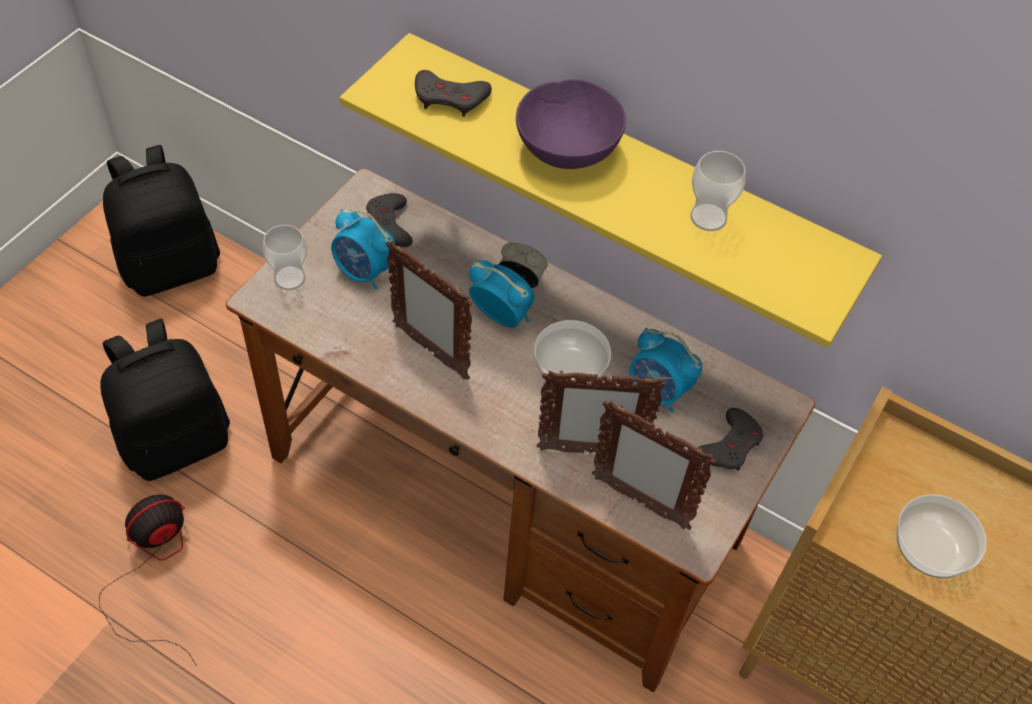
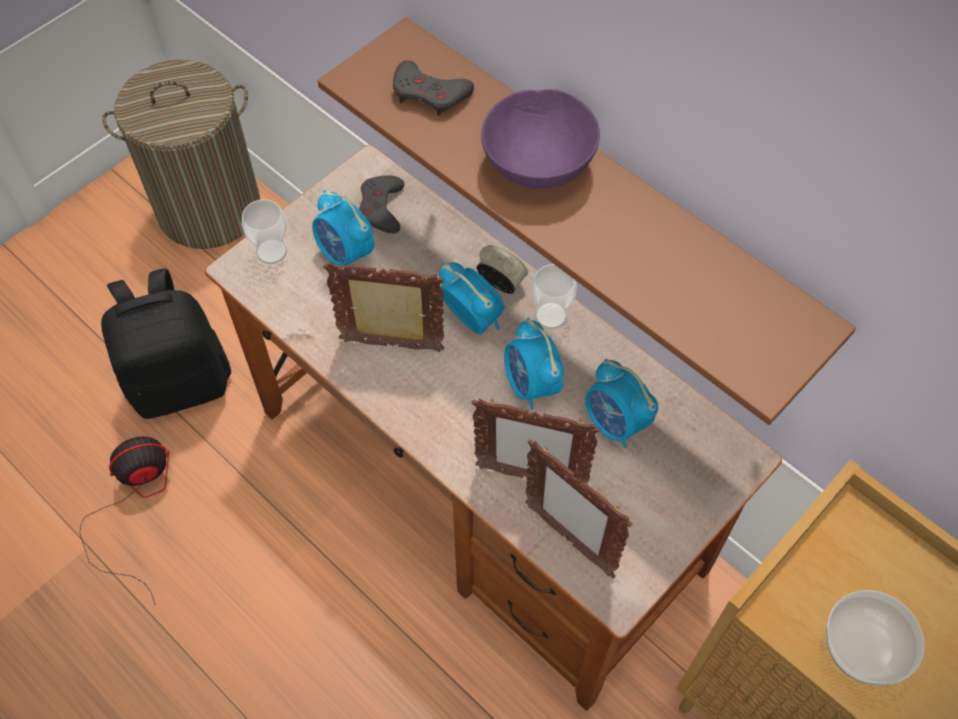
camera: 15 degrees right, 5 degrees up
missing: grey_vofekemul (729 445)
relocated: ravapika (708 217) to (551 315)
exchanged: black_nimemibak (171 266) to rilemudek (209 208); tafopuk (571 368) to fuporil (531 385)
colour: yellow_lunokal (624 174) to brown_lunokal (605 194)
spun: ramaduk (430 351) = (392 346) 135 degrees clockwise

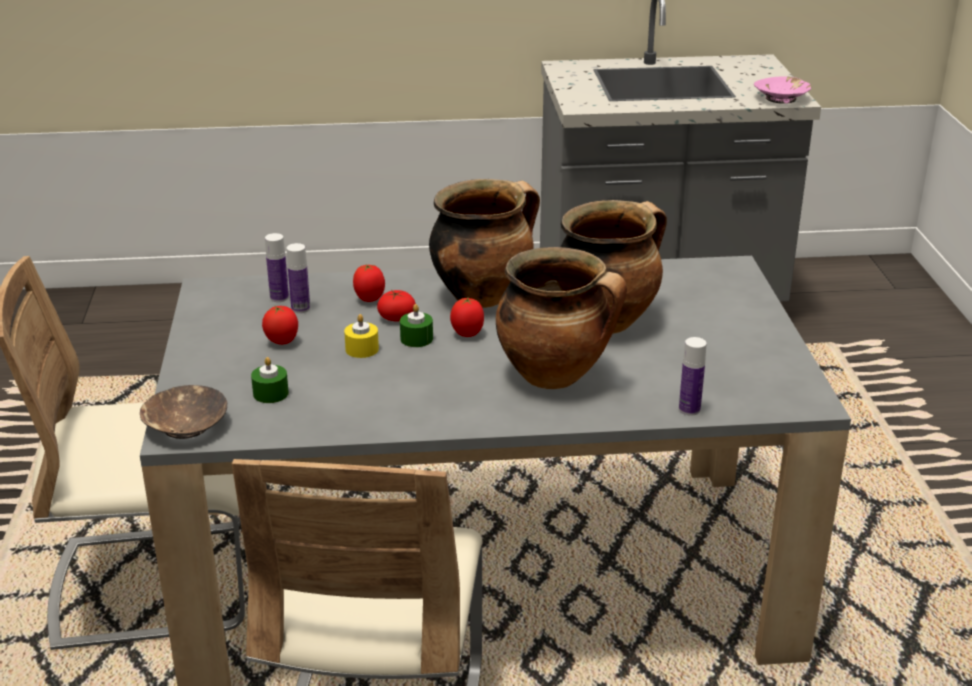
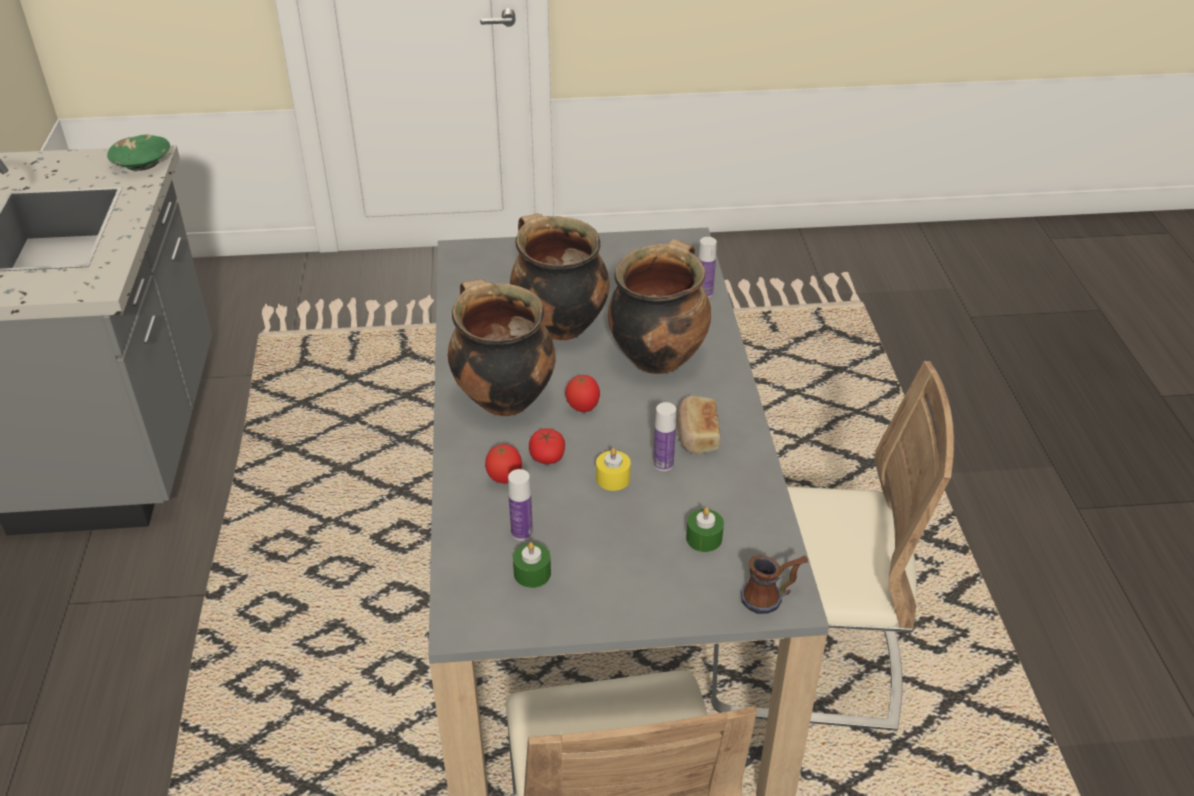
camera: 90 degrees left, 10 degrees up
missing: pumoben (282 342)
appeared: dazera (696 435)
relocated: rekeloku (279 298) to (663 464); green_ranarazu (416 339) to (532 573)
exchanged: brown_tafopuk (185 425) to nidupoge (771 597)
colour: pink_tafopuk (781 98) to green_tafopuk (142 162)

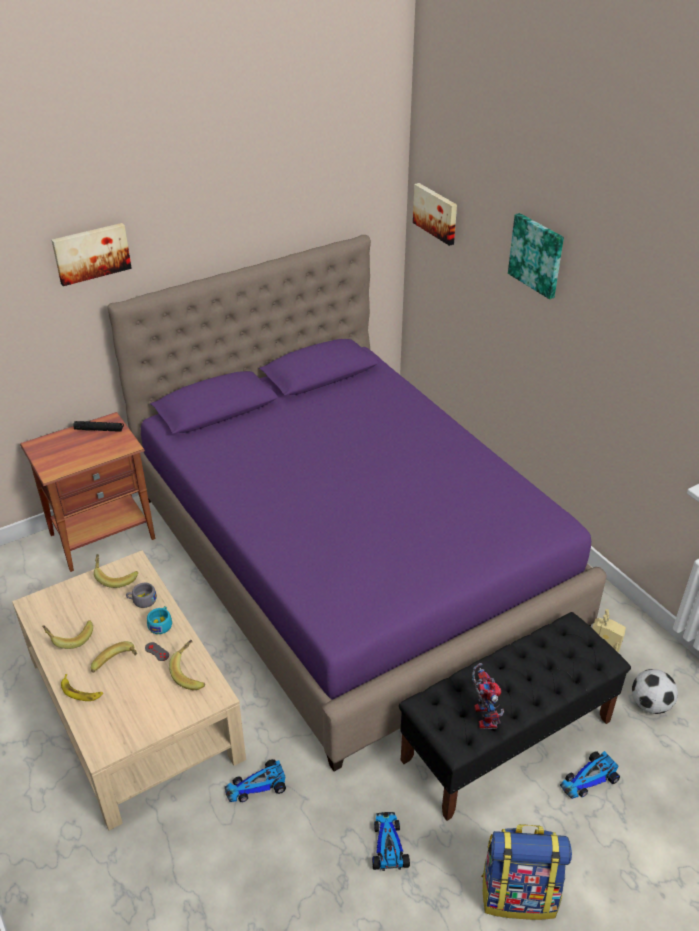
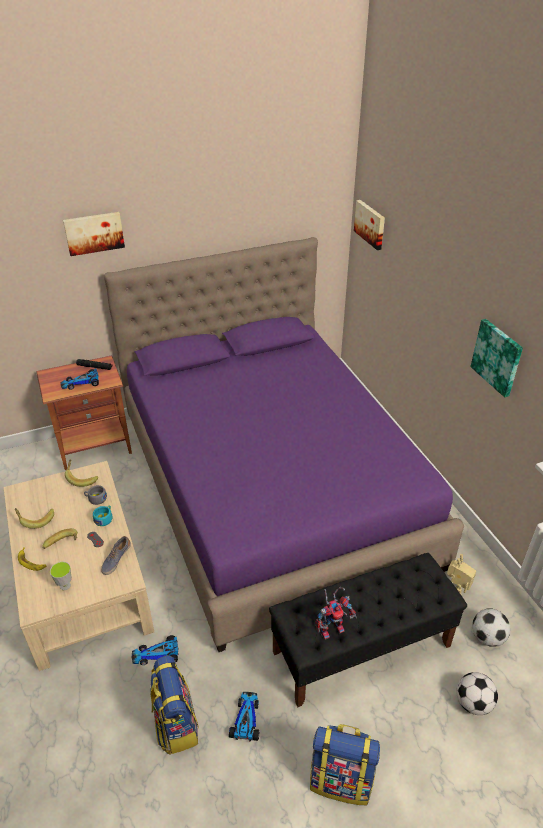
camera: 10 degrees right, 0 degrees up
appeared: ravapika (65 586); nimemibak (175 724); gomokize (473 703)
relocated: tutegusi (537 255) to (497 357); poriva (589 779) to (82 383)
exchanged: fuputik (191 672) to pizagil (116 559)
spun: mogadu (482 714) = (332 627) 60 degrees clockwise

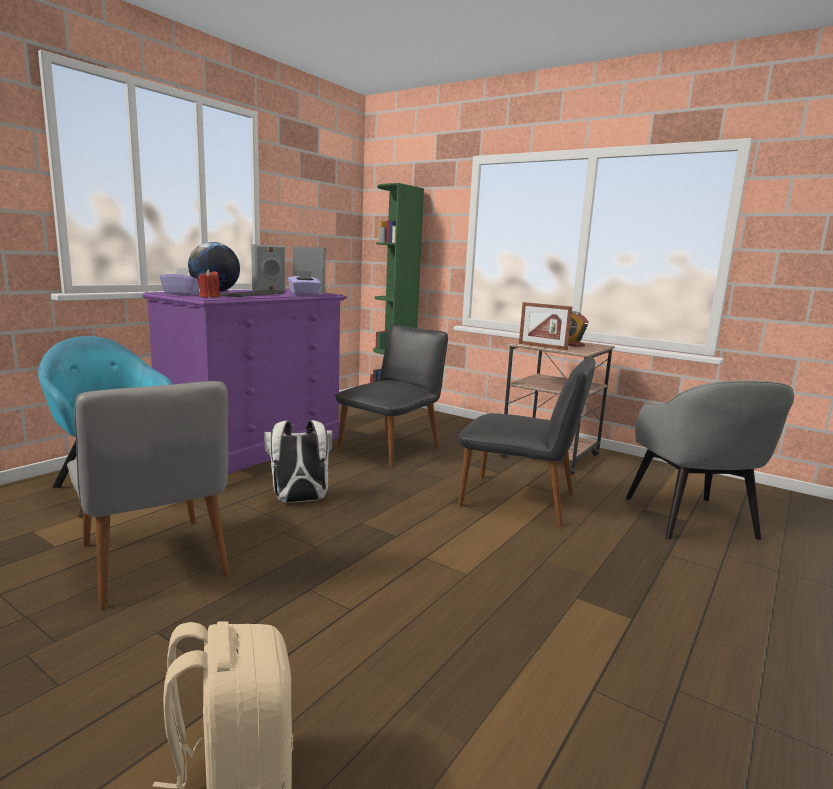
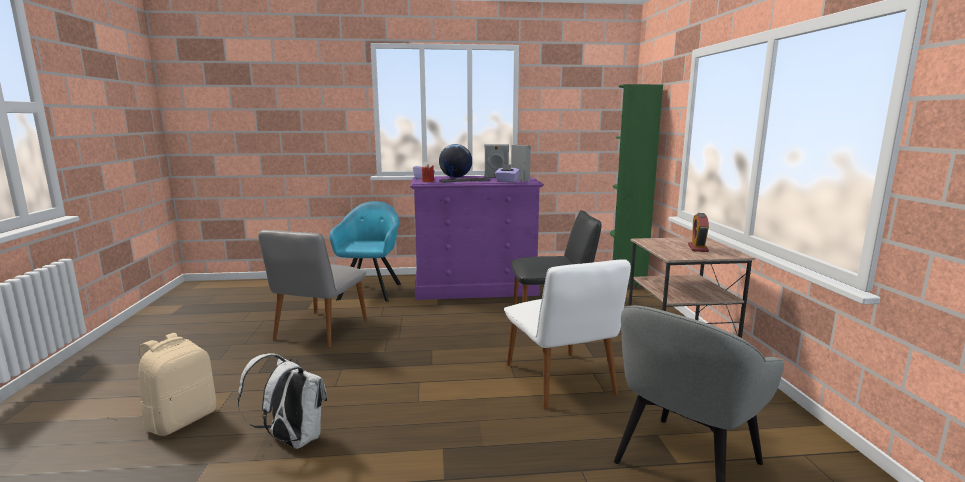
camera: 50 degrees right, 0 degrees up
missing: ramaduk (542 346)
relocated: white_nimemibak (299 501) to (292 440)
colour: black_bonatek (517 499) to white_bonatek (559 379)

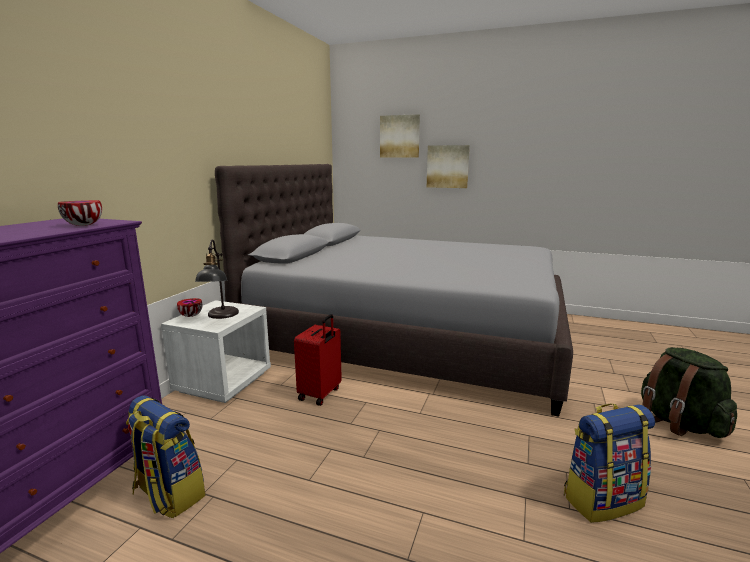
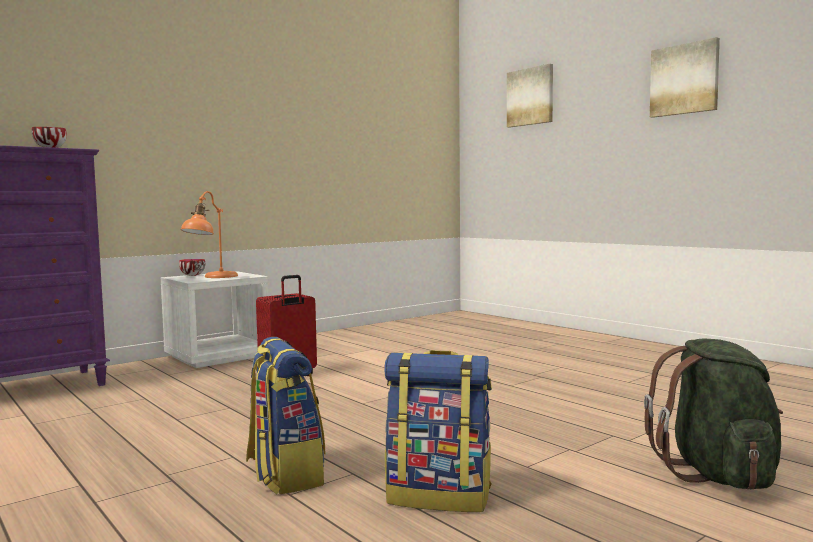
camera: 30 degrees right, 10 degrees down
missing: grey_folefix (407 337)
relocated: nimemibak (168 494) to (284 474); tutegusi (447 166) to (684 79)
colour: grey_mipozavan (220 318) to orange_mipozavan (212 277)

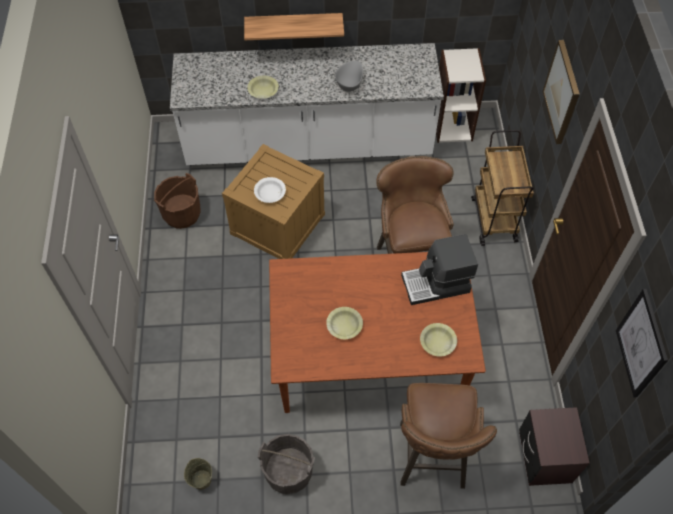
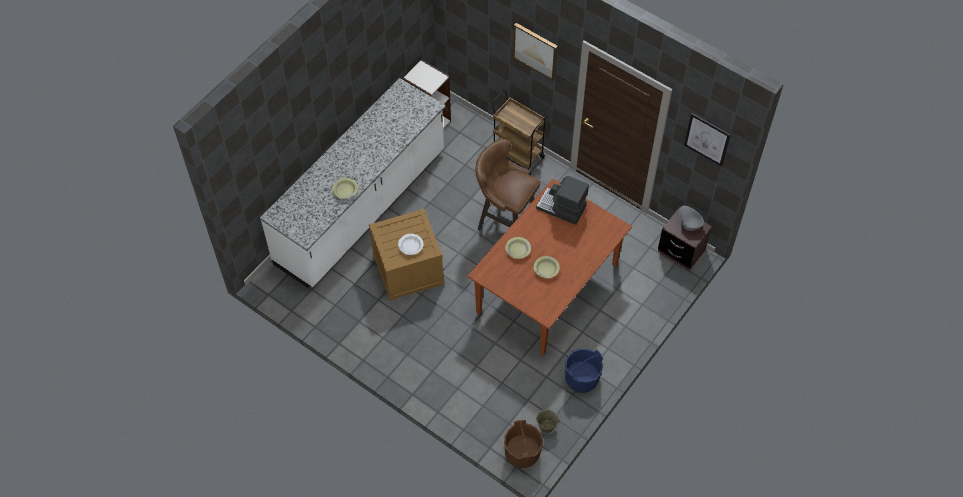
camera: 50 degrees left, 0 degrees up
missing: lunokal (294 25); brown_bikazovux (432 459)
relocated: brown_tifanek (182 214) to (522 453); grey_tafopuk (349 84) to (688 223); yellow_tafopuk (437 342) to (518 250)
colour: grey_tifanek (289 472) to blue_tifanek (581 378)
spun: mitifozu (436 284) = (561 208) 90 degrees clockwise

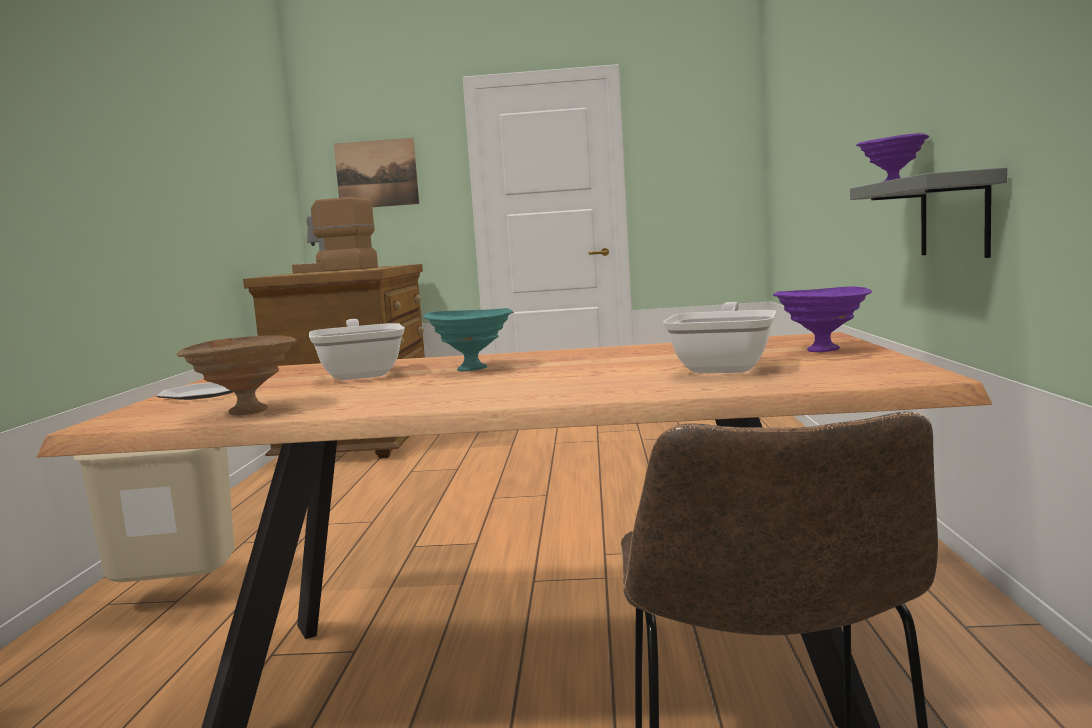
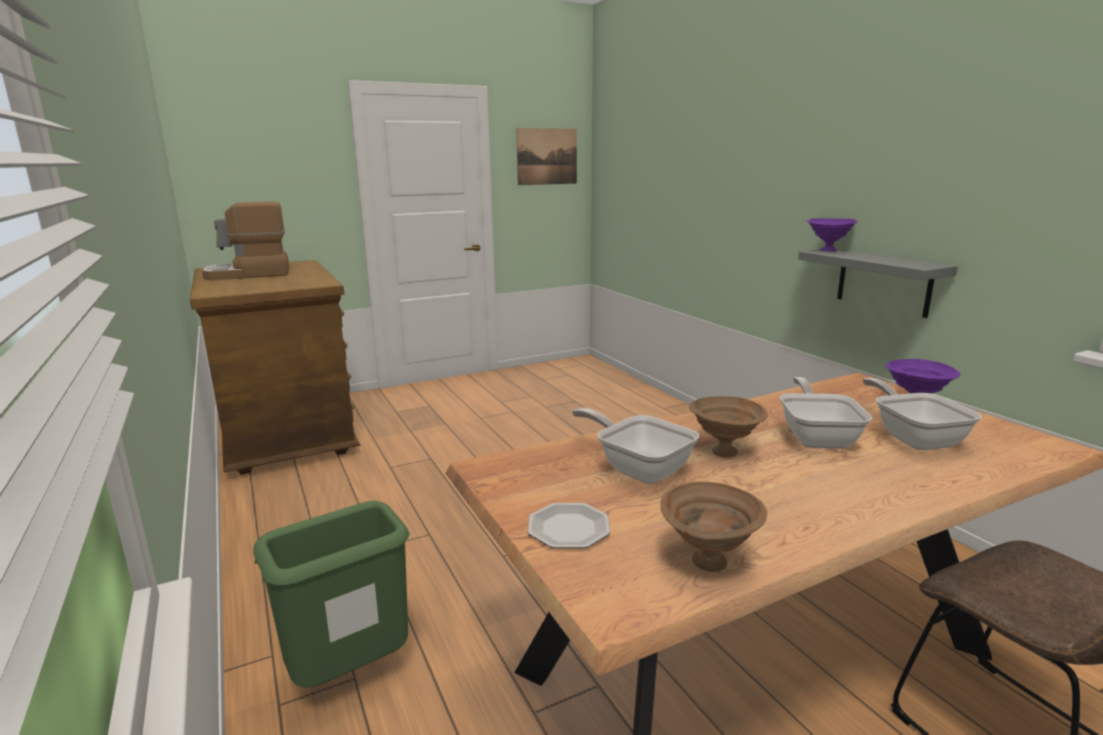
camera: 30 degrees left, 10 degrees up
appeared: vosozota (817 437)
relocated: tutegusi (376 174) to (547 156)
colour: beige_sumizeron (177 598) to green_sumizeron (351 675); turquoise_tafopuk (472 369) to brown_tafopuk (723 451)

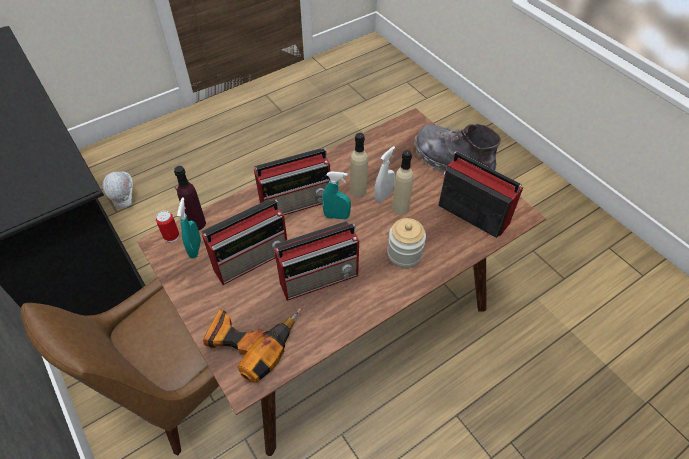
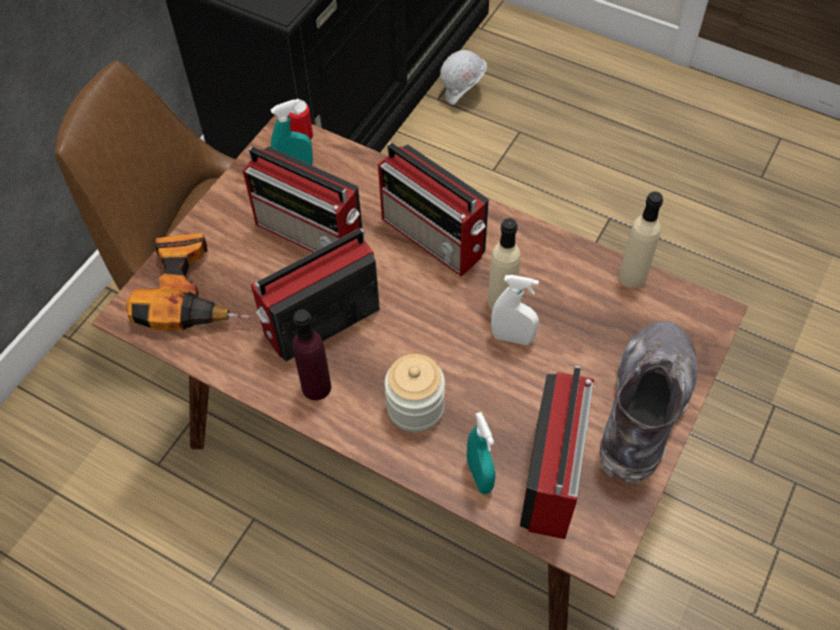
camera: 65 degrees right, 5 degrees up
relocated: purple_rekeloku (197 223) to (316 387); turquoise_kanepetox (336 216) to (479 476); beige_rekeloku (400 208) to (632 276)
spun: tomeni (320 277) = (320 322) 105 degrees clockwise

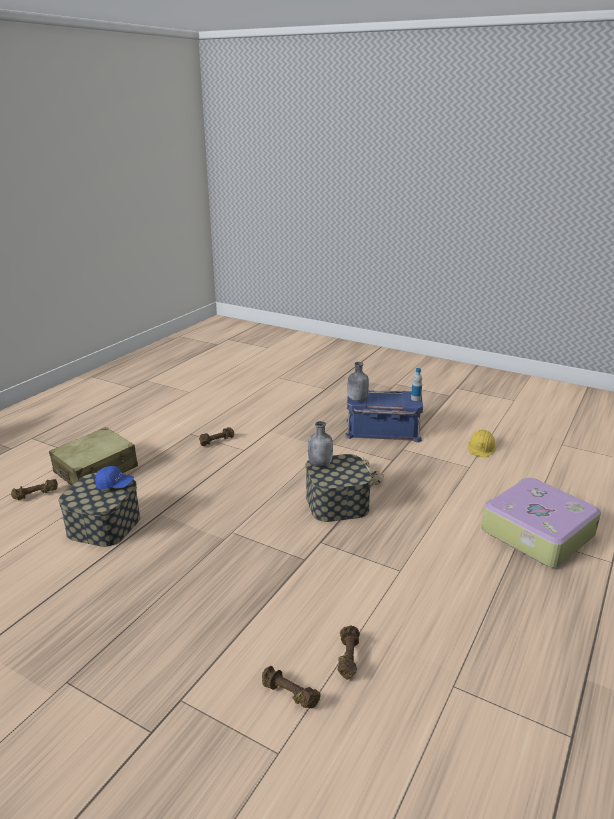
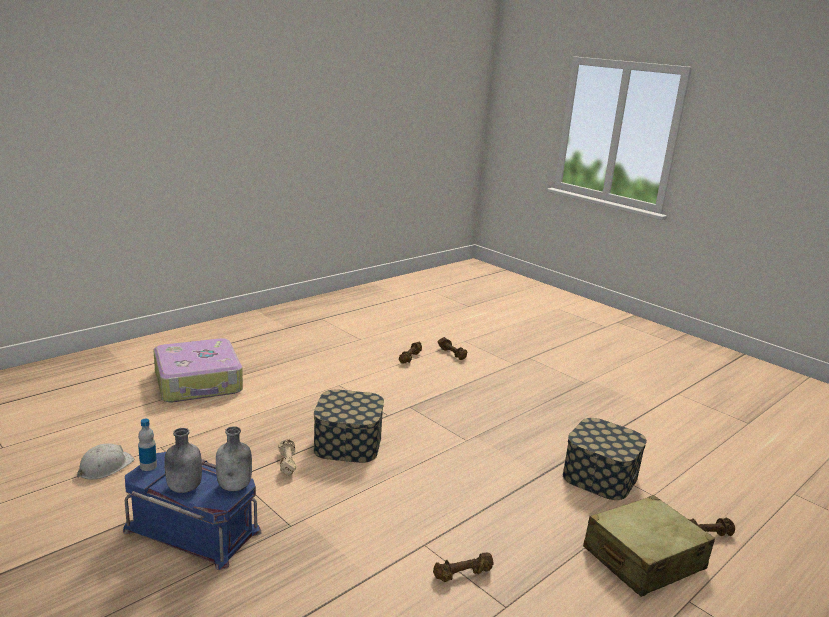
camera: 165 degrees left, 5 degrees down
missing: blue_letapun (115 485)
relocated: grey_rekeloku (320 464) to (183 488)
colour: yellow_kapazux (481 448) to white_kapazux (105 467)

